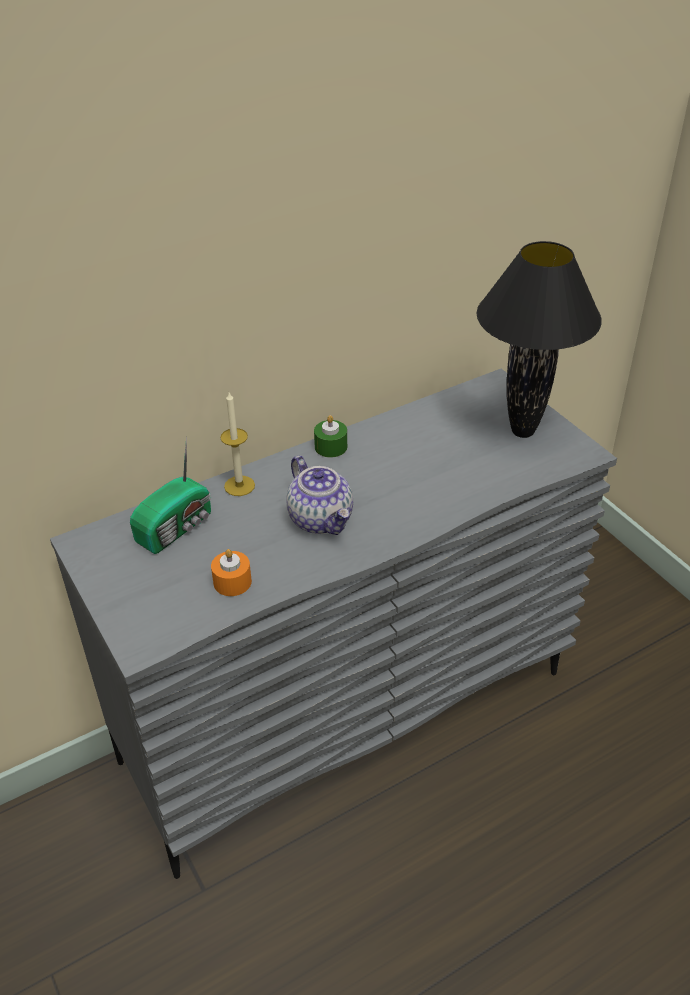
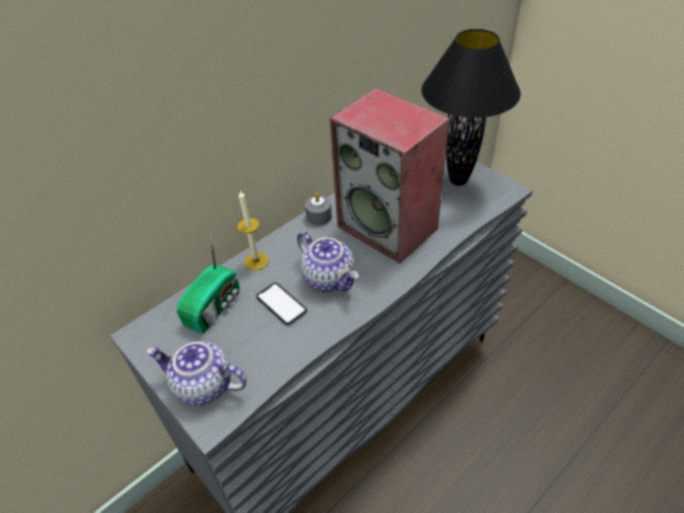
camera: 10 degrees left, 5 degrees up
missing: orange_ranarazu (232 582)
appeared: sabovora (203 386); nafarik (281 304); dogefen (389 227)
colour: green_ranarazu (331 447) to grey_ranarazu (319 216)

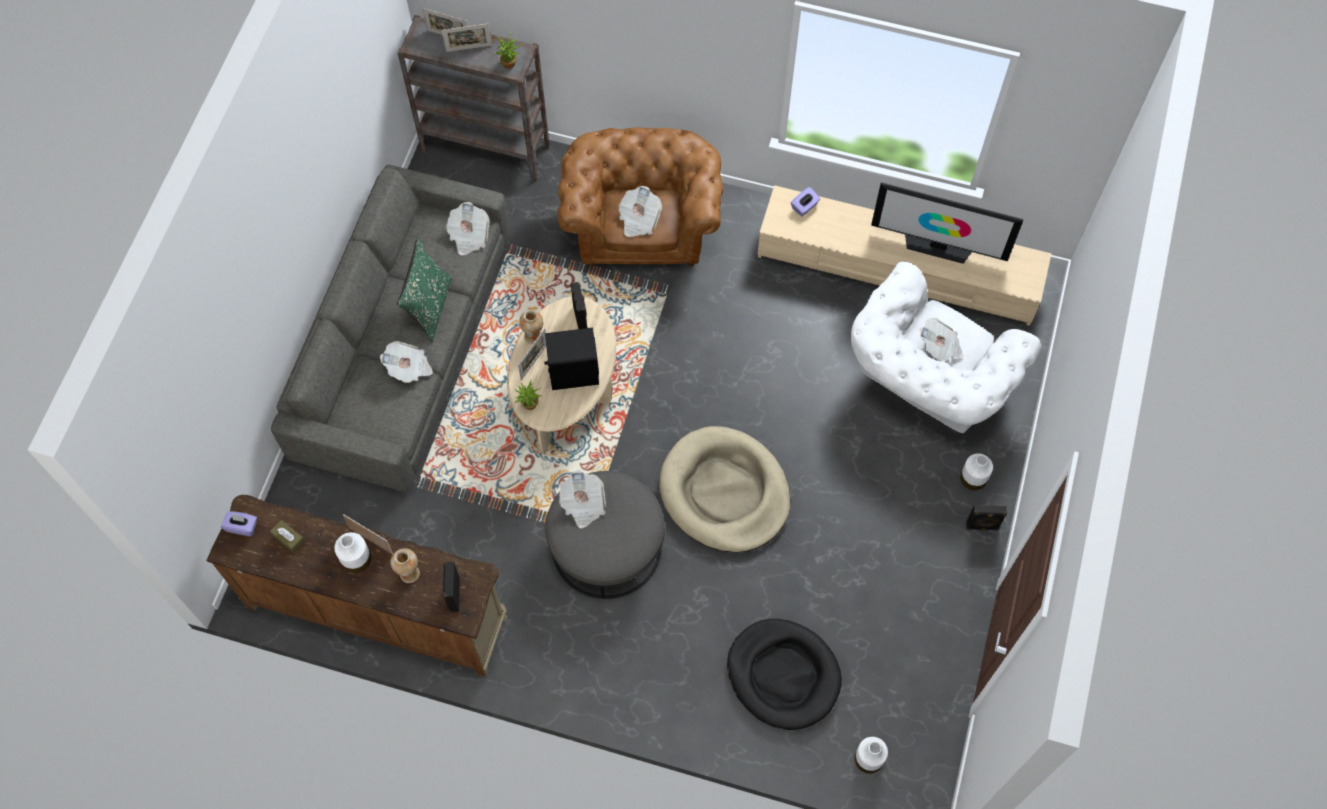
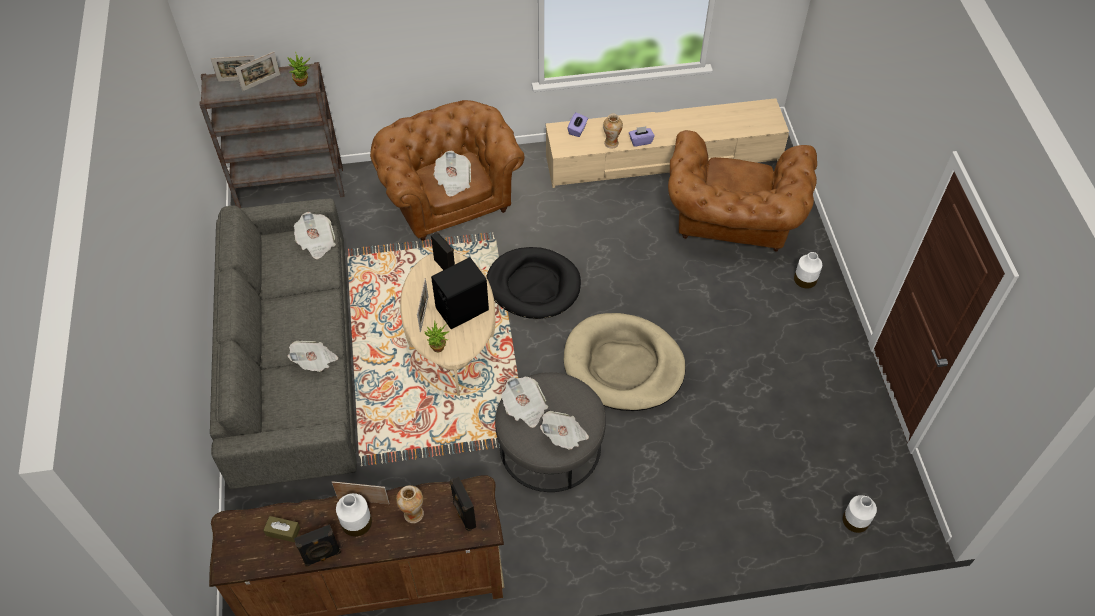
camera: 25 degrees left, 10 degrees down
missing: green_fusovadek (429 307); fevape (938 246)
relocated: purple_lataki (242 527) to (640 141); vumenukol (533 336) to (611 143); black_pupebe (783 675) to (533 285); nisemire (940 347) to (564 436); black_dogefen (982 526) to (322 556)
colour: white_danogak (926 385) to brown_danogak (731 228)

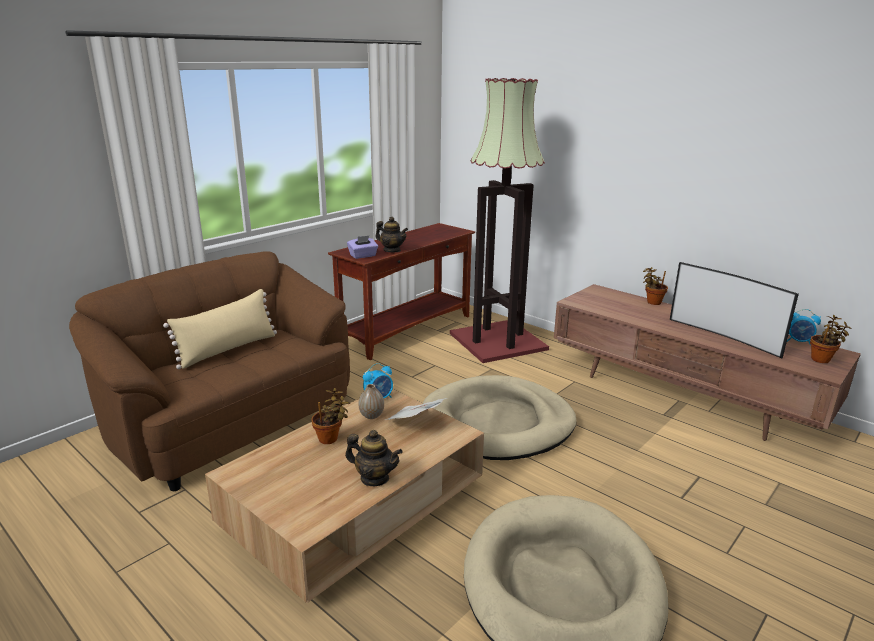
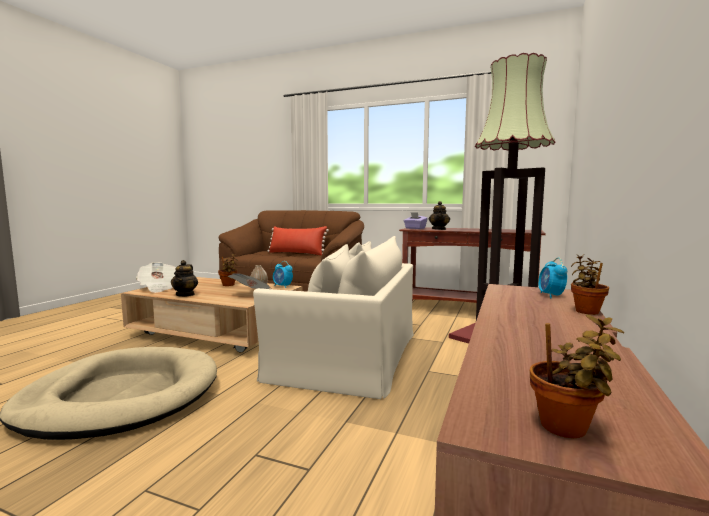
camera: 70 degrees right, 15 degrees down
missing: fevape (724 336)
appeared: nisemire (159 288)
relocated: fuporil (799 342) to (551 295)
exchanged: beige_pupebe (498 423) to beige_danogak (347 354)
colour: beige_fusovadek (228 349) to red_fusovadek (296 253)

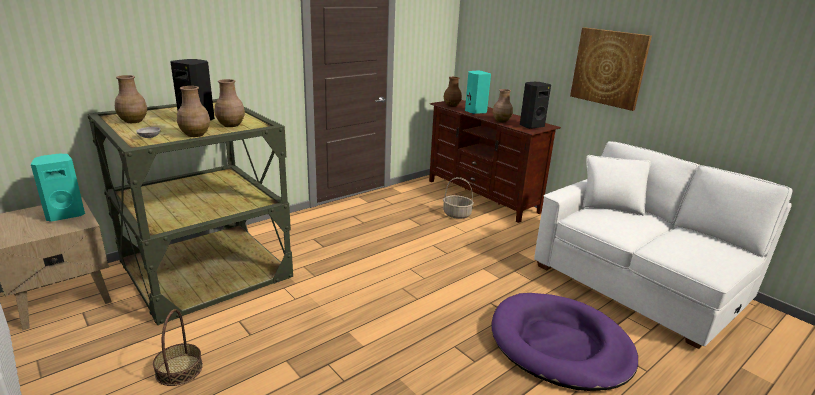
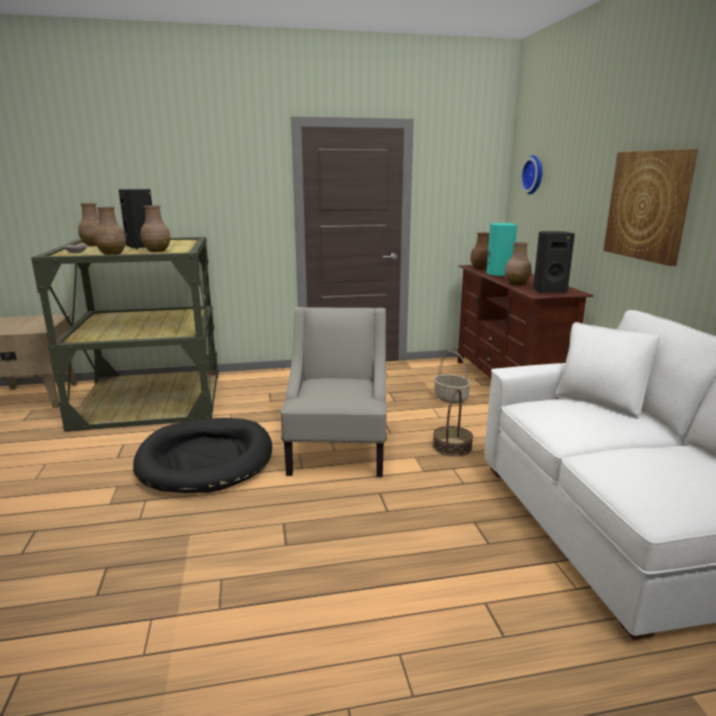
camera: 30 degrees right, 5 degrees down
missing: turquoise_dogefen (66 214); purple_pupebe (560 345)
appeared: black_pupebe (206 459); grey_danogak (338 450); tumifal (534 175)
relocated: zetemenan (179 370) to (452 446)

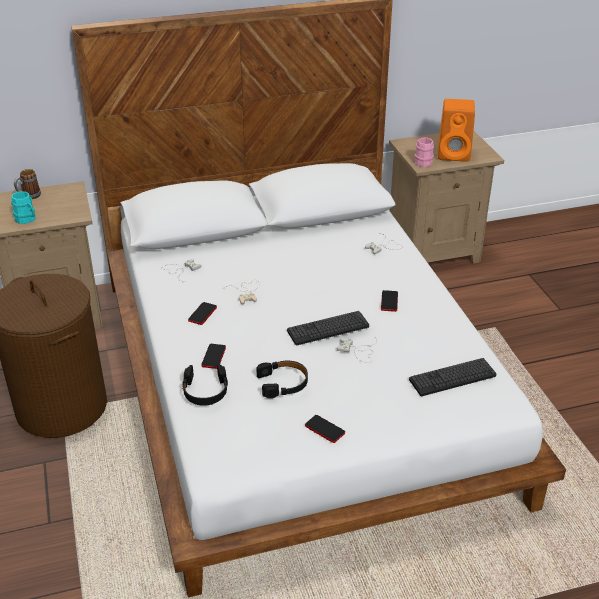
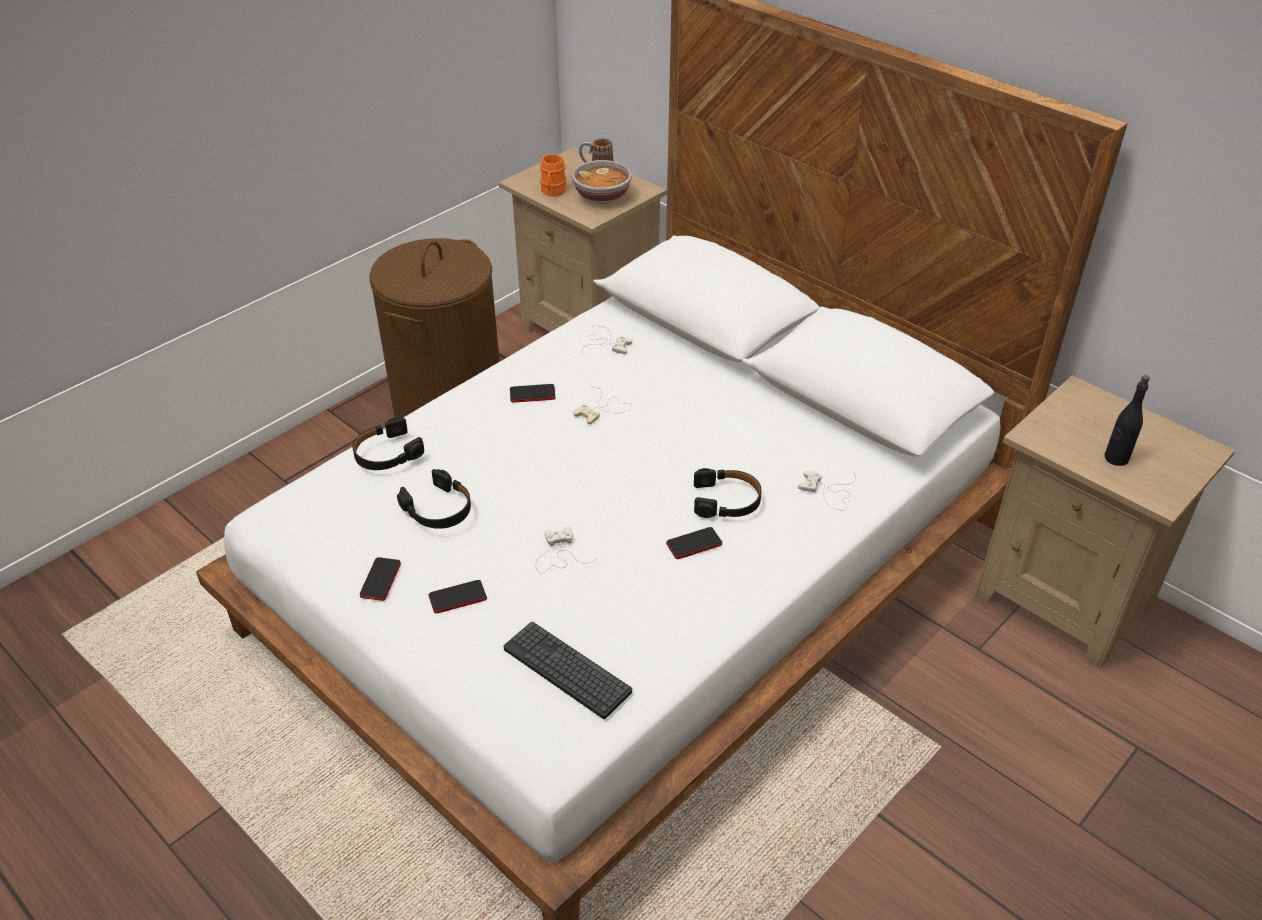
camera: 60 degrees right, 5 degrees up
missing: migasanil (328 329); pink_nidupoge (424 161)
appeared: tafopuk (602 197); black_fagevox (726 500)
relocated: nafarik (213 357) to (457 597)
exchanged: orange_dogefen (455 154) to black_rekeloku (1116 458)
colour: turquoise_nidupoge (27 219) to orange_nidupoge (552 192)

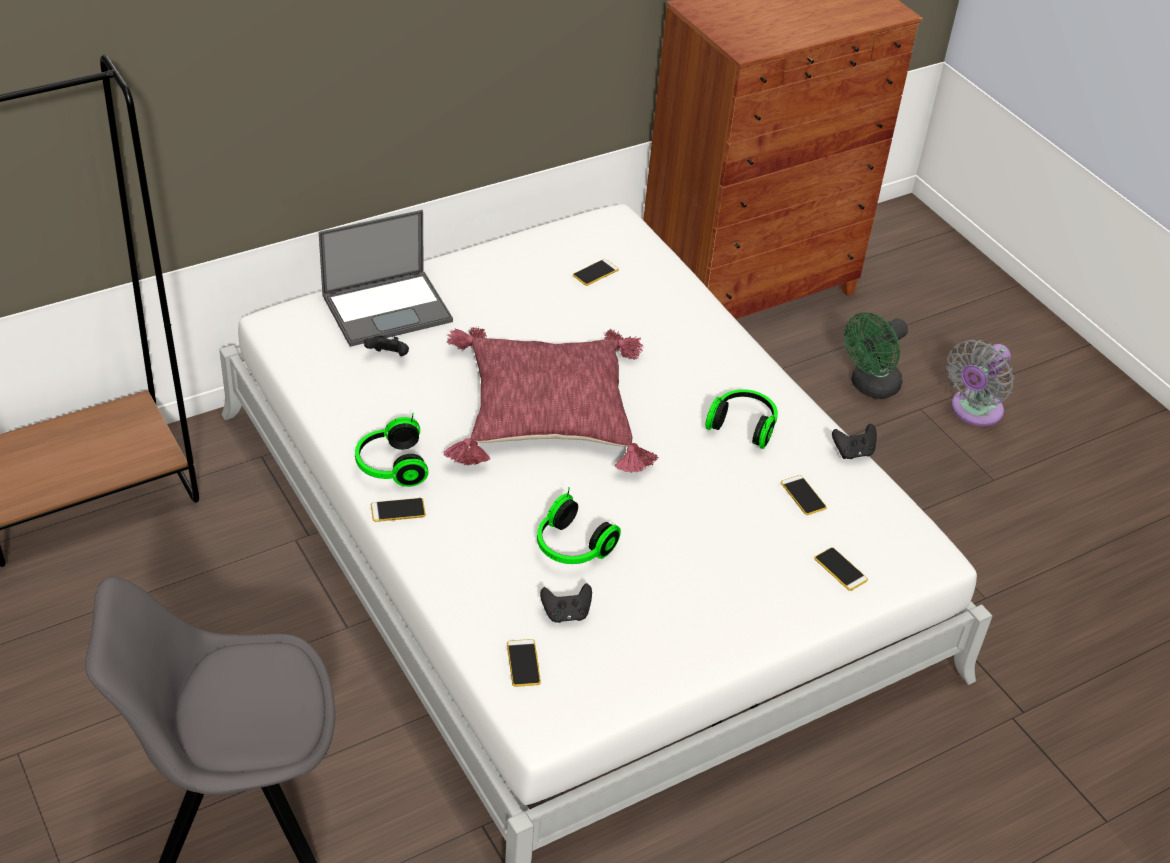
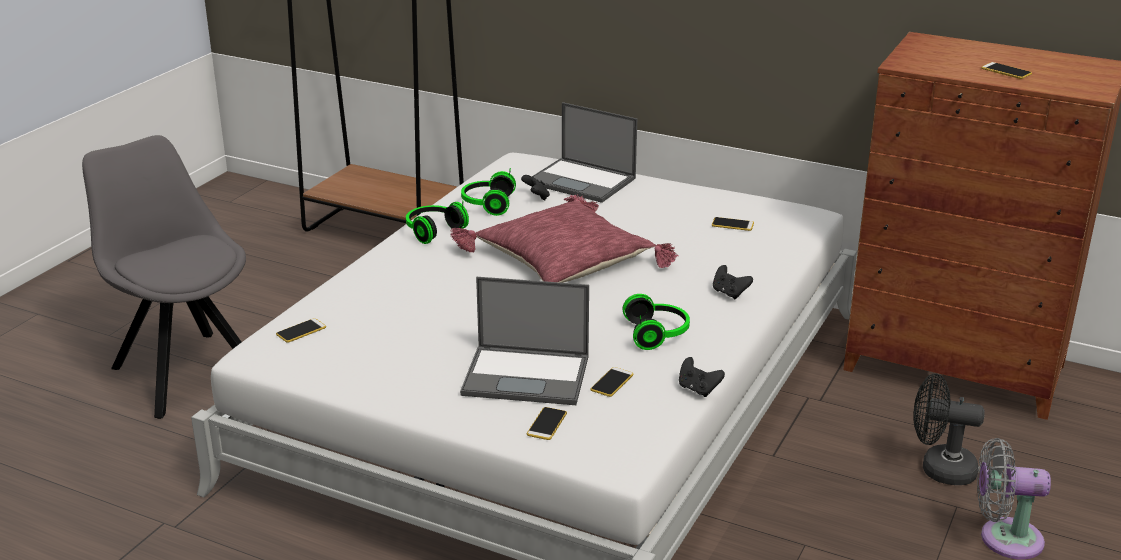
camera: 60 degrees right, 15 degrees down
appeared: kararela (528 375)
relocated: nafarik (398 510) to (1006 71); fagevox (571 547) to (487 204); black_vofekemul (566 614) to (729 293)
colour: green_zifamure (870 387) to black_zifamure (939 469)

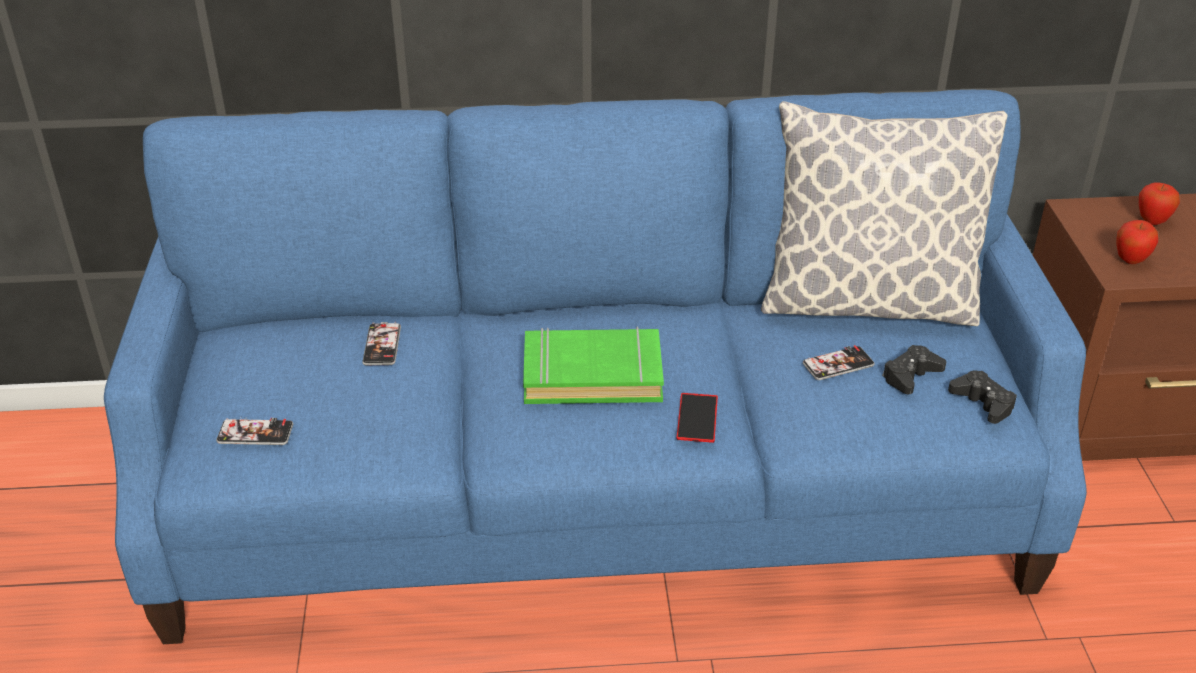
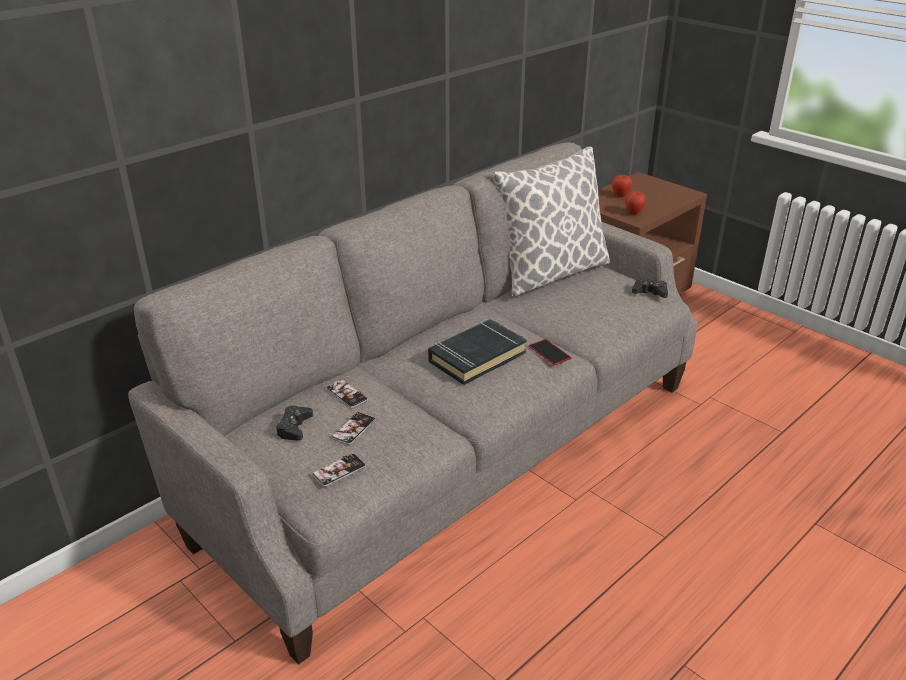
camera: 40 degrees left, 5 degrees down
relocated: nafarik (838 364) to (353 429); black_vofekemul (911 376) to (294 427)
colour: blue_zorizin (598 501) to grey_zorizin (452 452); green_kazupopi (592 375) to black_kazupopi (476 357)

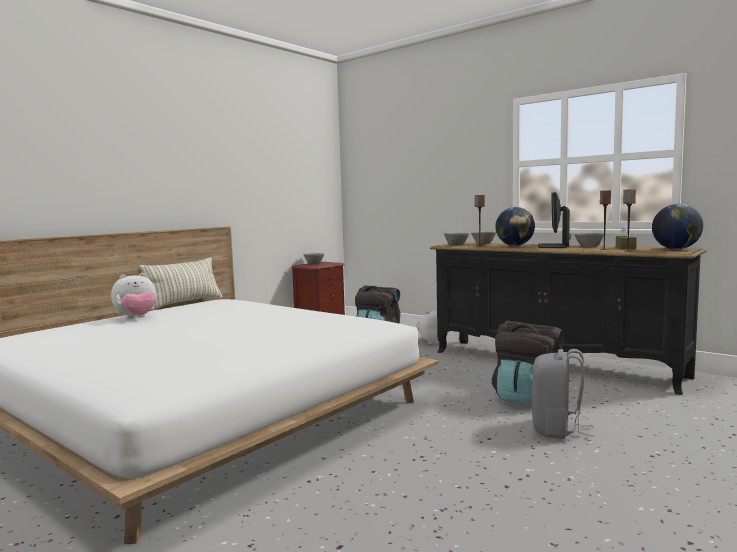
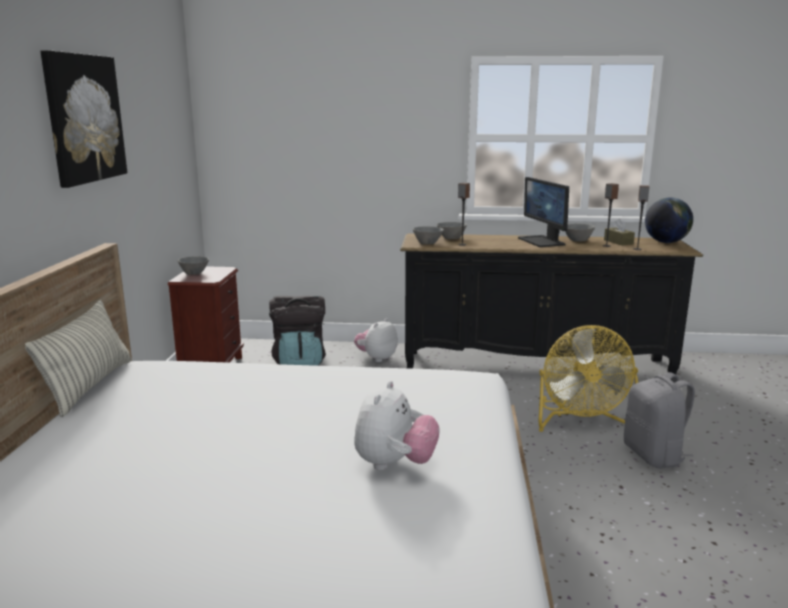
camera: 35 degrees left, 10 degrees up
missing: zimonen (514 245)
appeared: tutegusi (84 118)
relocated: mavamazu (137 318) to (394 464)
exchanged: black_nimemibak (527 398) to yellow_zifamure (577 420)

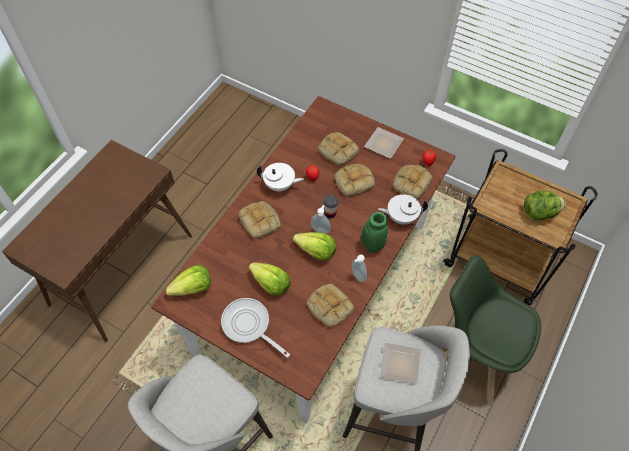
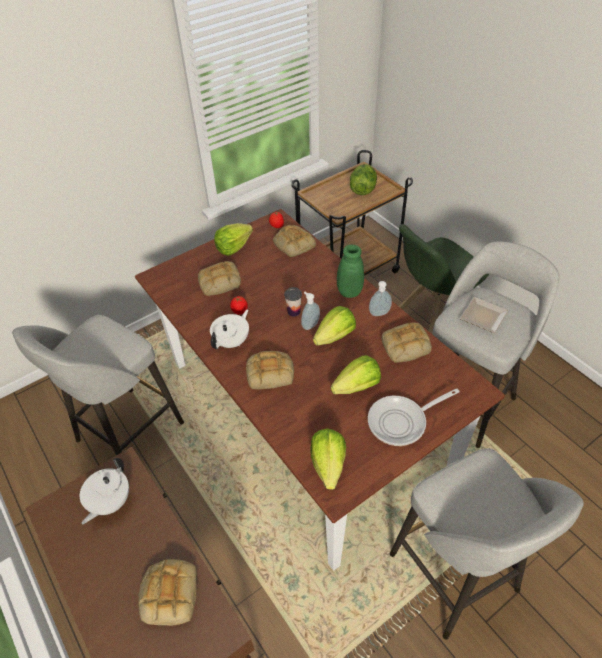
camera: 65 degrees left, 10 degrees down
appeared: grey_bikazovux (127 434)
relocated: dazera (354 181) to (169 593); white_sabovora (401 217) to (110 502)
exchanged: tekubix (383 143) to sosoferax (233 247)

